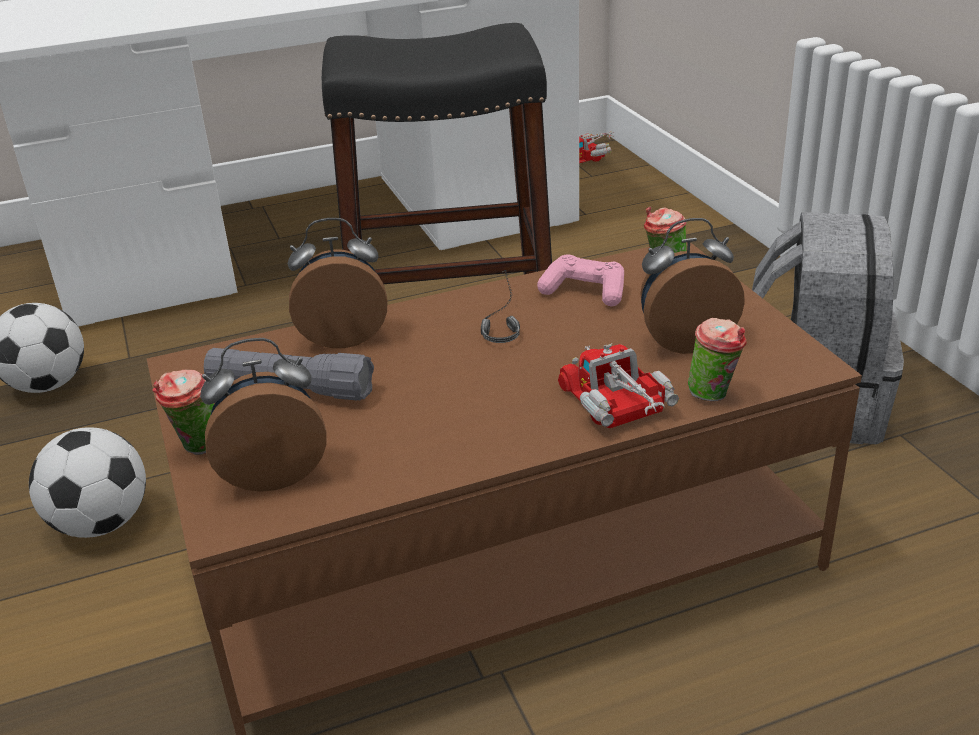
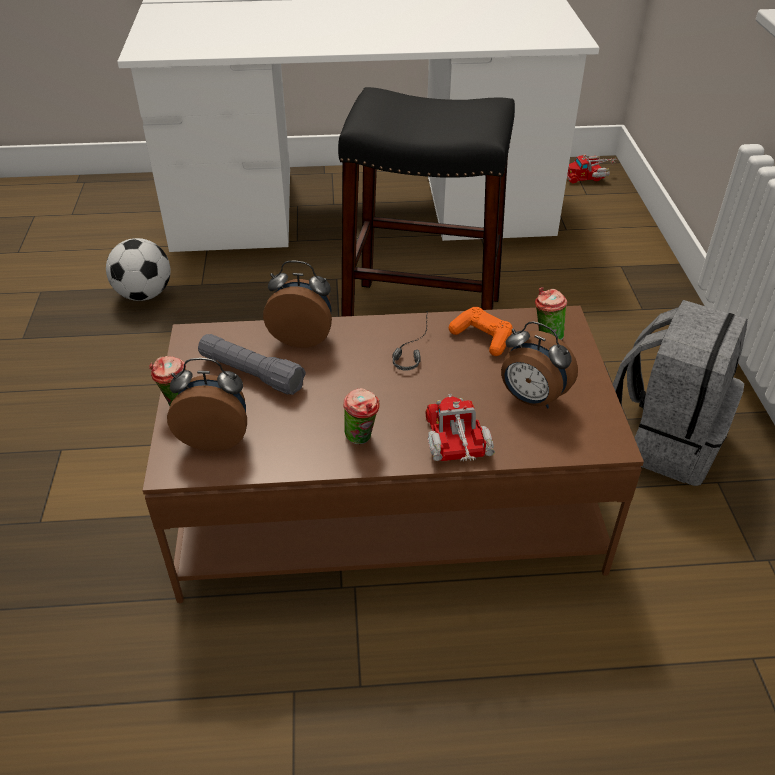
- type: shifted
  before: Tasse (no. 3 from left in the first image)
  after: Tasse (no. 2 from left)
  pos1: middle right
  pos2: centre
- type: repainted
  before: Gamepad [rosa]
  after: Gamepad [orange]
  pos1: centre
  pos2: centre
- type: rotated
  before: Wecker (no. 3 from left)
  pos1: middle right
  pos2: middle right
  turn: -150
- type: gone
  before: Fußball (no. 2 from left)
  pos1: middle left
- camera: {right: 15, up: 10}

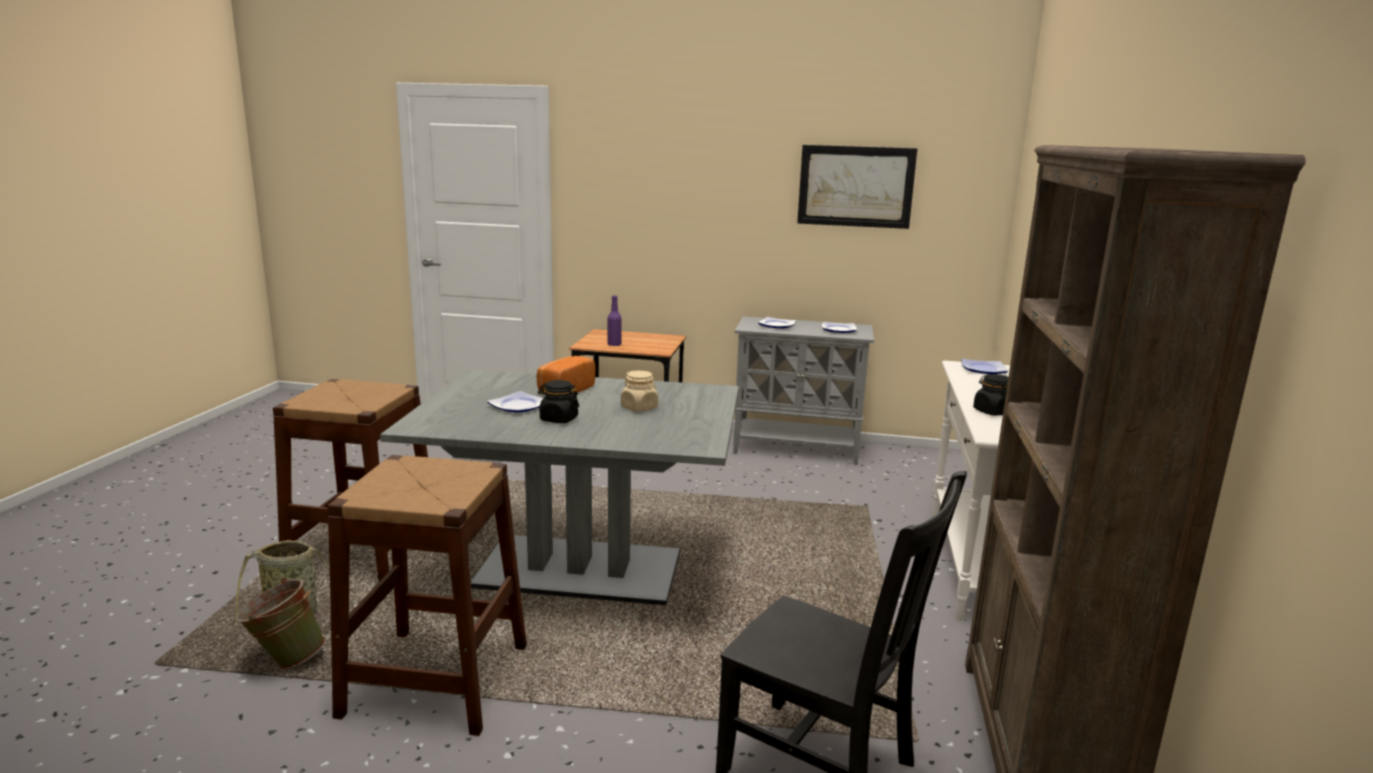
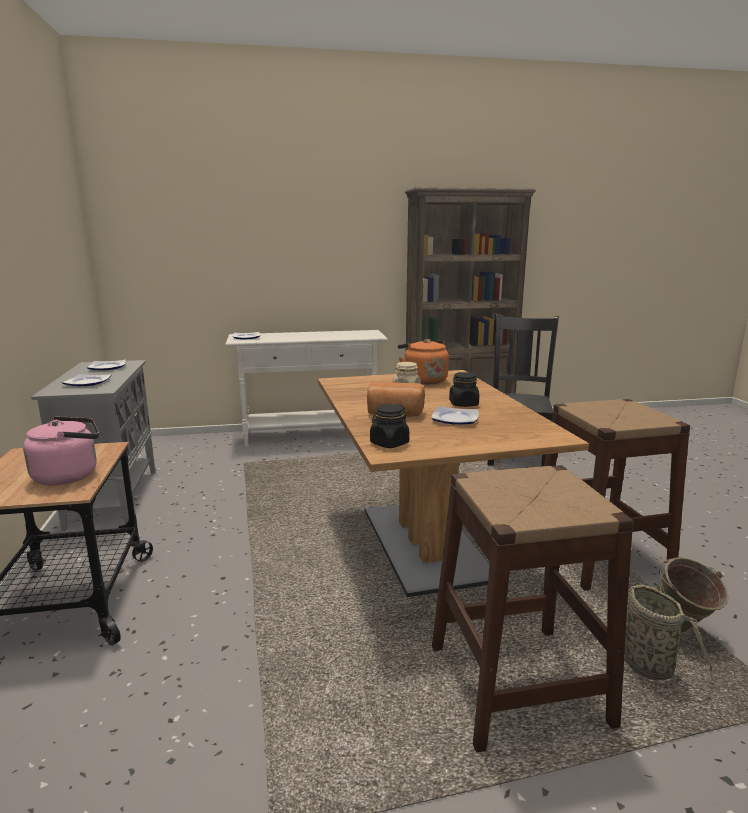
- type: swapped
  before: Flasche [lila]
  after: Wasserkessel [rosa]
  pos1: centre
  pos2: middle left
- type: repainted
  before: Esstisch [grau]
  after: Esstisch [braun]
  pos1: centre
  pos2: centre
- type: shifted
  before: Vorratsglas [schwarz] (no. 2 from left in the first image)
  after: Vorratsglas [schwarz] (no. 1 from left)
  pos1: middle right
  pos2: centre
- type: new
  after: Wasserkessel [orange]
  pos2: centre
- type: gone
  before: Bild
  pos1: top centre
- camera: {right: -110, up: 0}

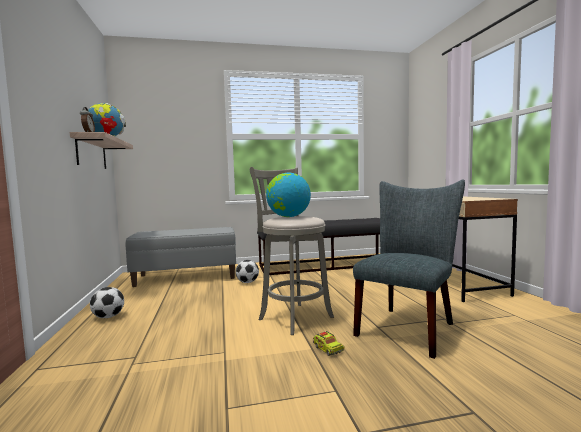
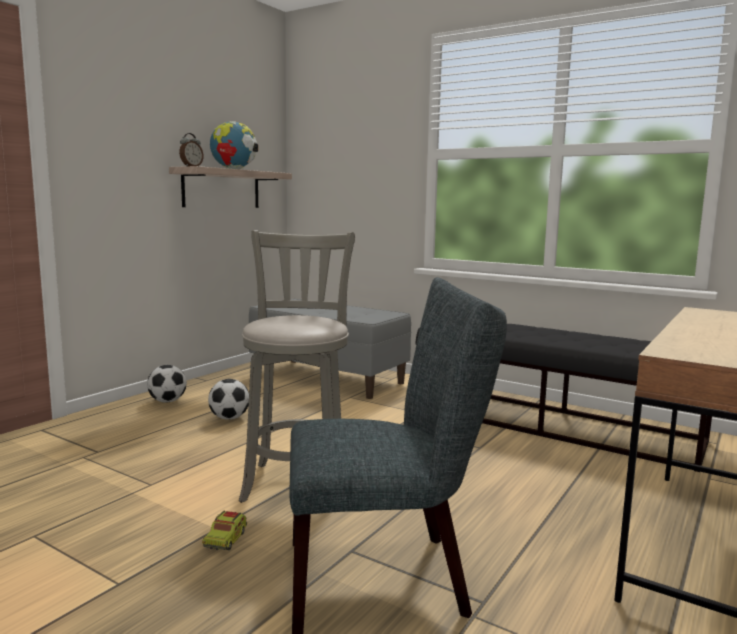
- type: shifted
  before: Fußball (no. 2 from left)
  pos1: centre
  pos2: middle left
- type: gone
  before: Globus (no. 2 from left)
  pos1: centre
- camera: {right: 45, up: 5}

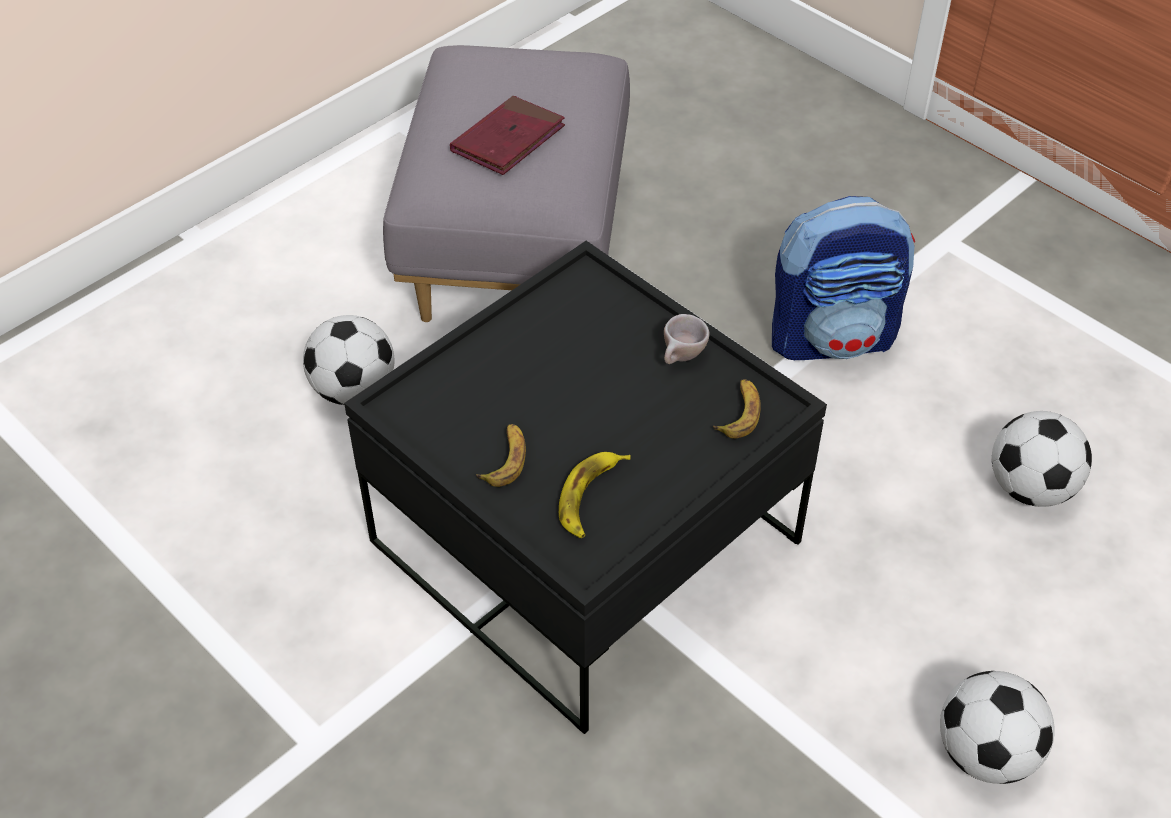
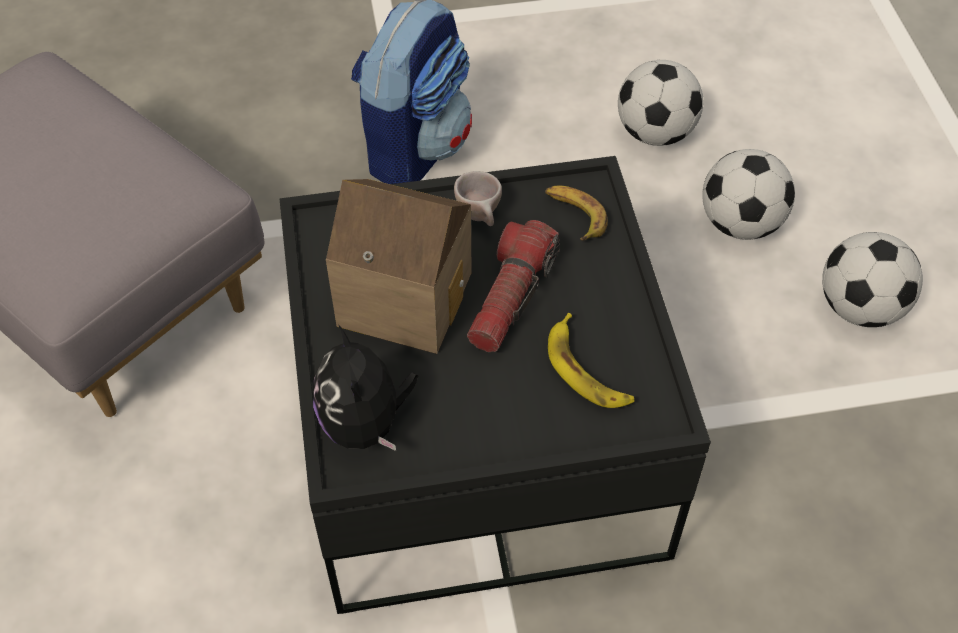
- type: new
  after: Plüschtier
  pos2: centre
- type: new
  after: Spielzeughaus
  pos2: centre
- type: new
  after: Taschenlampe
  pos2: centre
- type: shifted
  before: Fußball (no. 1 from left in the first image)
  after: Fußball (no. 2 from left)
  pos1: middle left
  pos2: top right
- type: gone
  before: Buch [rot]
  pos1: top centre
- type: gone
  before: Banane (no. 1 from left)
  pos1: centre
- camera: {right: -55, up: 5}

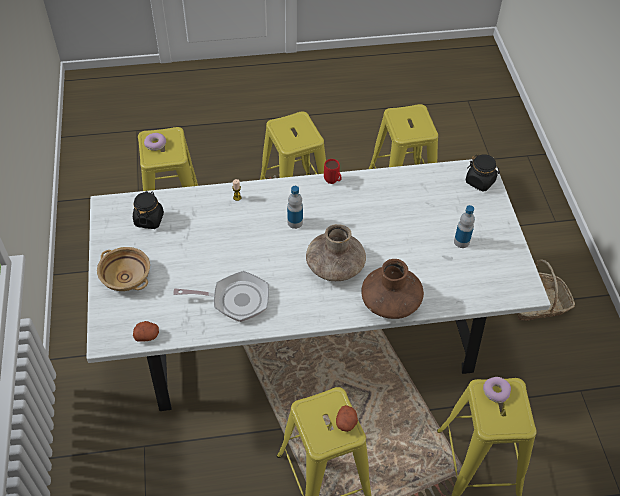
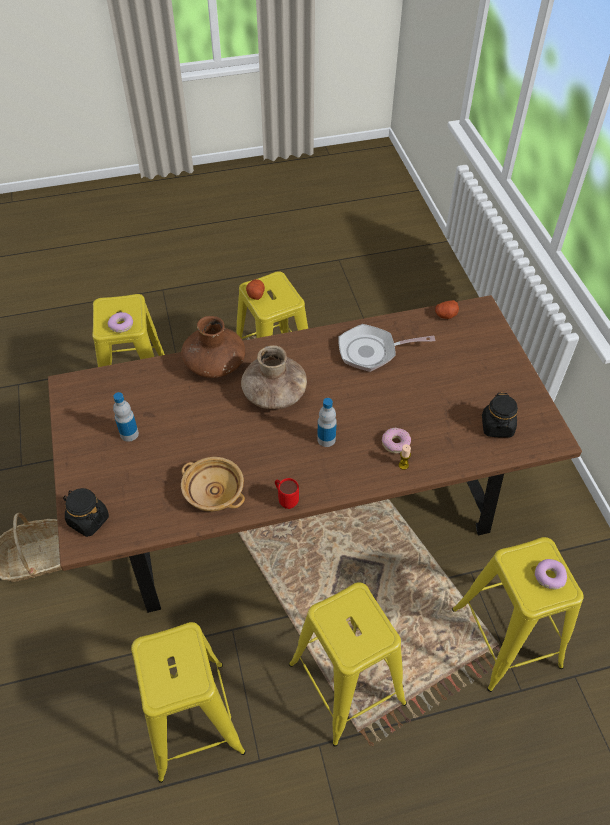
- type: repainted
  before: Esstisch [weiß]
  after: Esstisch [braun]
  pos1: centre
  pos2: centre
- type: shifted
  before: Schüssel [beige]
  pos1: middle left
  pos2: centre
- type: new
  after: Donut (no. 2 from left)
  pos2: centre
- camera: {right: 175, up: 0}

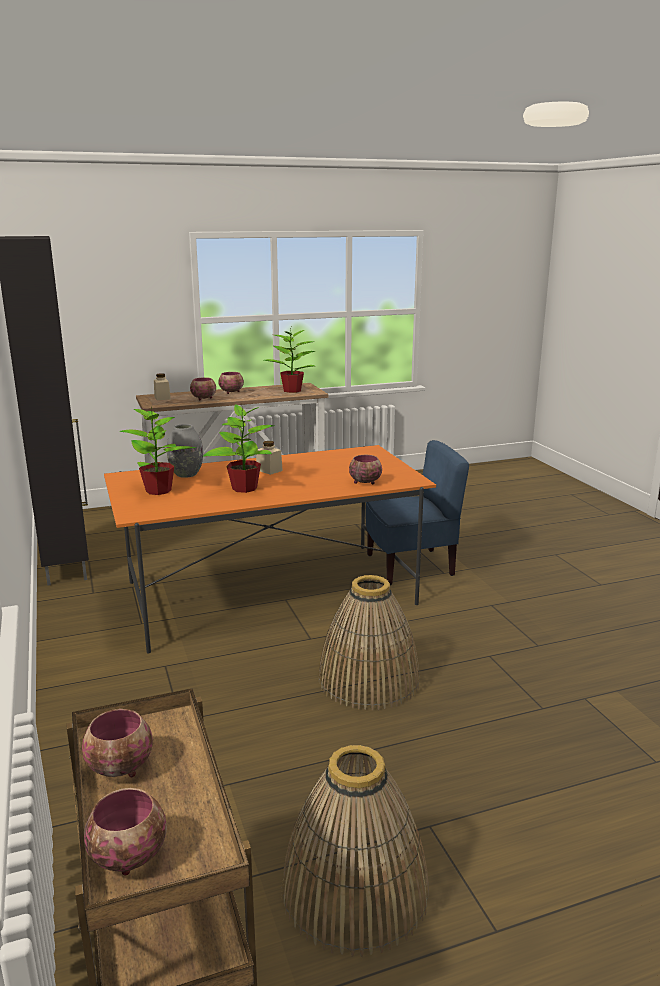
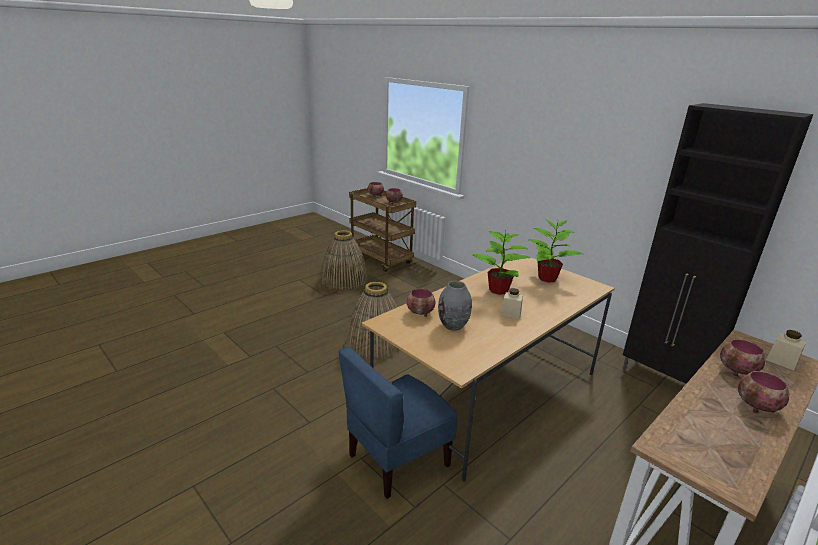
- type: repainted
  before: Esstisch [orange]
  after: Esstisch [beige]
  pos1: centre
  pos2: bottom centre
- type: shifted
  before: Vase [grau]
  pos1: middle left
  pos2: centre
- type: gone
  before: Topfpflanze (no. 3 from left)
  pos1: centre
- camera: {right: 155, up: 5}

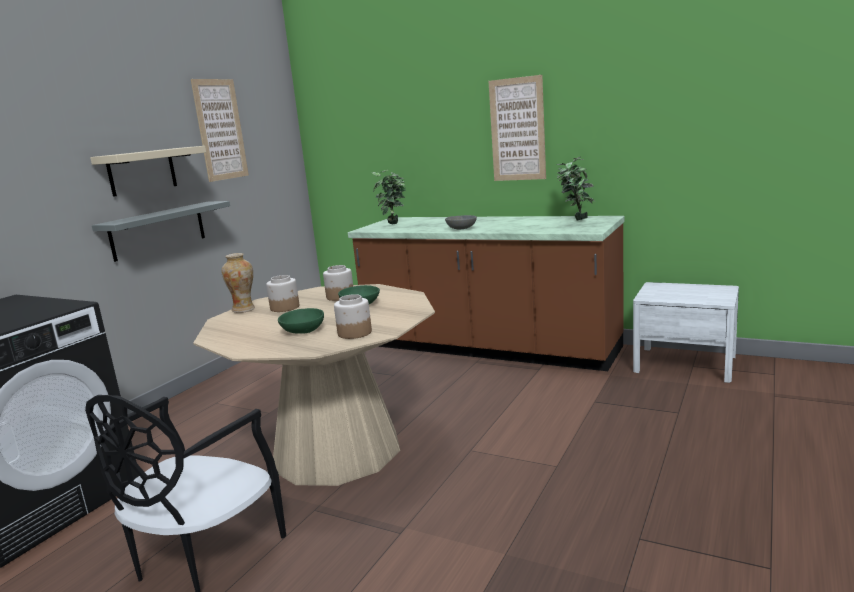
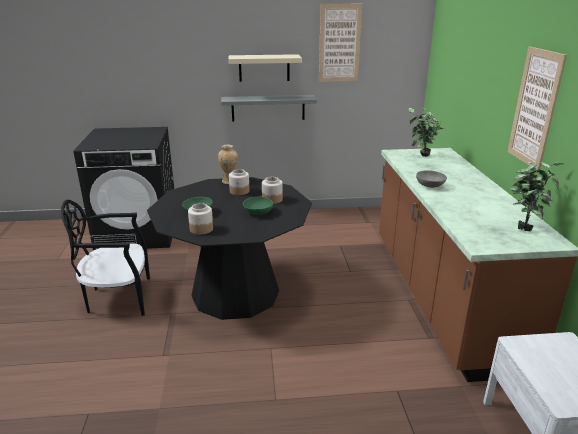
- type: repainted
  before: Esstisch [beige]
  after: Esstisch [schwarz]
  pos1: centre
  pos2: centre
- camera: {right: 55, up: 10}

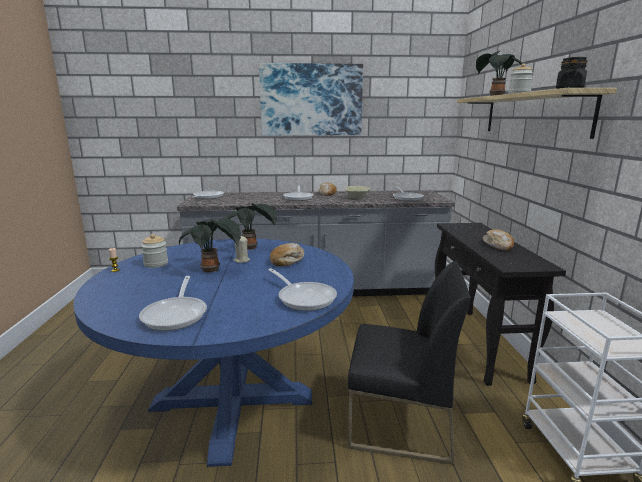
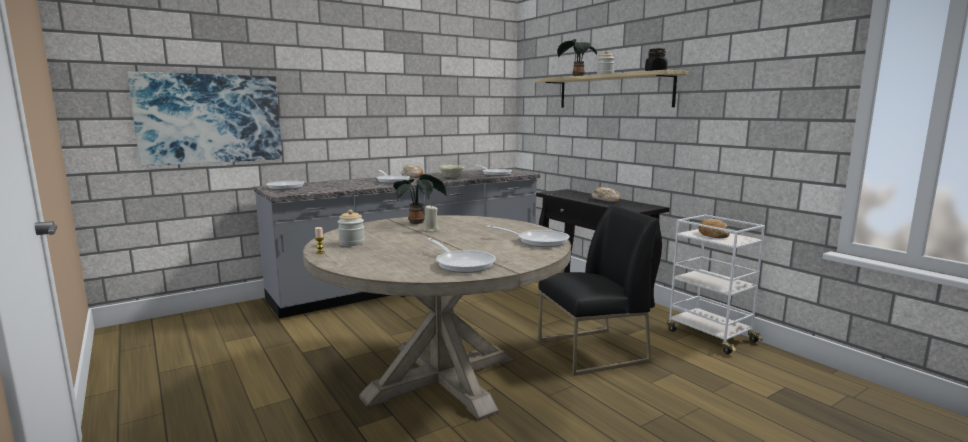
- type: shifted
  before: Bild
  pos1: top centre
  pos2: top left
- type: repainted
  before: Esstisch [blau]
  after: Esstisch [beige]
  pos1: bottom left
  pos2: bottom centre
- type: shifted
  before: Brot (no. 1 from left in the first image)
  after: Brot (no. 3 from left)
  pos1: centre
  pos2: middle right
- type: gone
  before: Topfpflanze (no. 1 from left)
  pos1: middle left
- camera: {right: -30, up: -5}

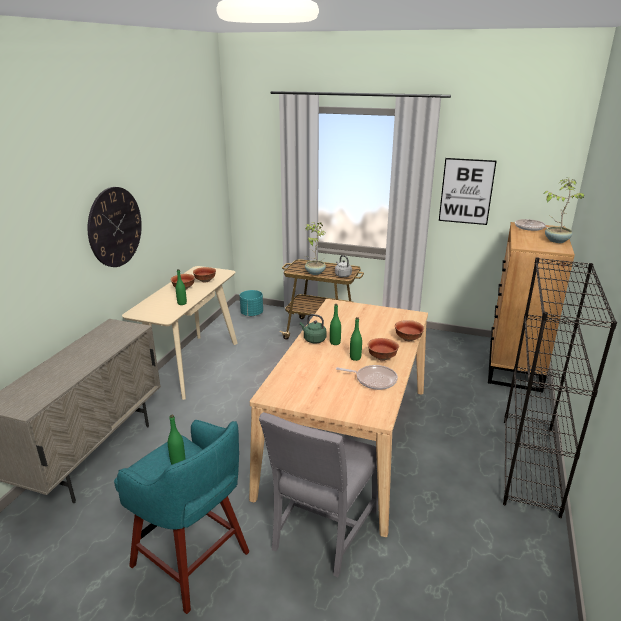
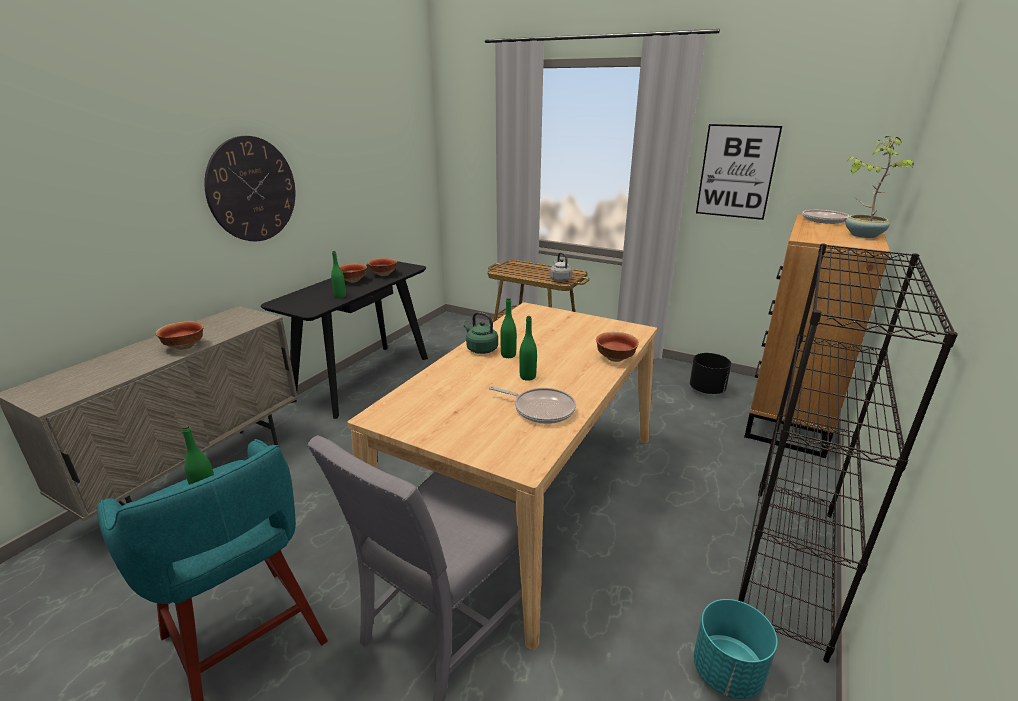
- type: shifted
  before: Schüssel (no. 3 from left in the first image)
  after: Schüssel (no. 1 from left)
  pos1: centre
  pos2: middle left
- type: repainted
  before: Konsolentisch [beige]
  after: Konsolentisch [schwarz]
  pos1: middle left
  pos2: centre
- type: new
  after: Pflanzkübel [schwarz]
  pos2: middle right
- type: shifted
  before: Pflanzkübel [türkis]
  pos1: centre
  pos2: bottom right
- type: gone
  before: Topfpflanze (no. 1 from left)
  pos1: centre
- camera: {right: 10, up: 0}

